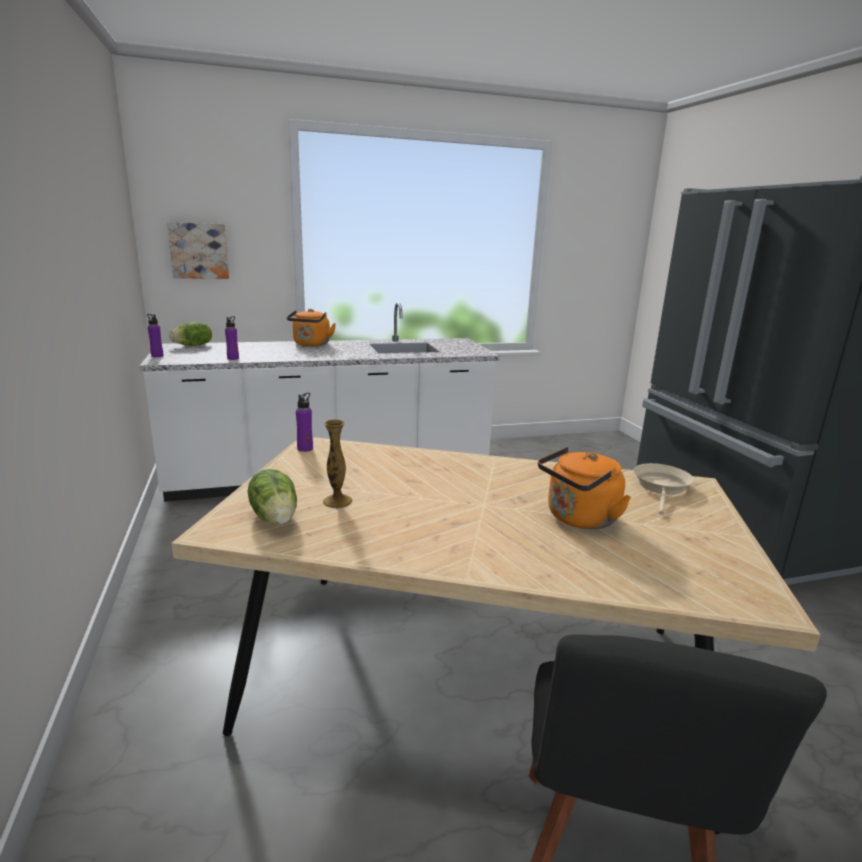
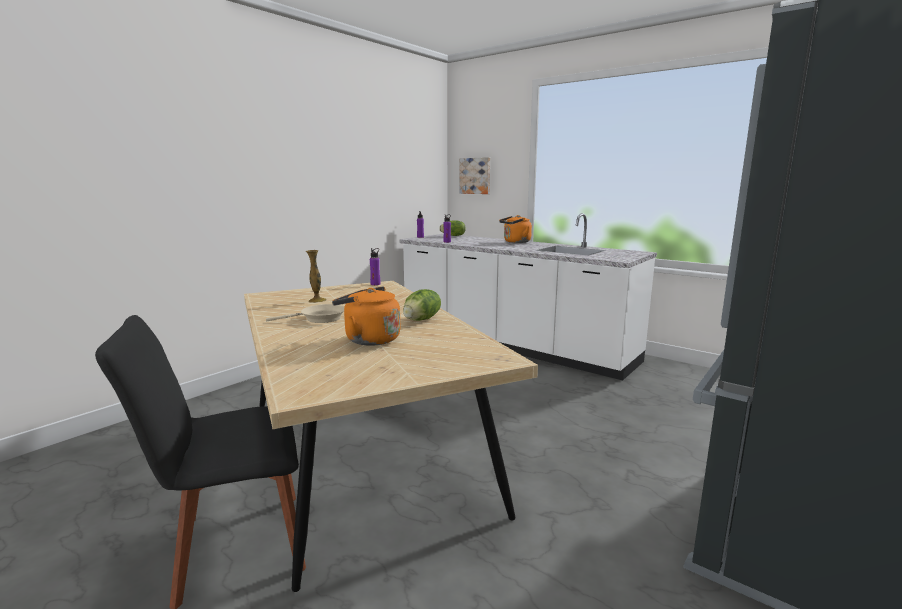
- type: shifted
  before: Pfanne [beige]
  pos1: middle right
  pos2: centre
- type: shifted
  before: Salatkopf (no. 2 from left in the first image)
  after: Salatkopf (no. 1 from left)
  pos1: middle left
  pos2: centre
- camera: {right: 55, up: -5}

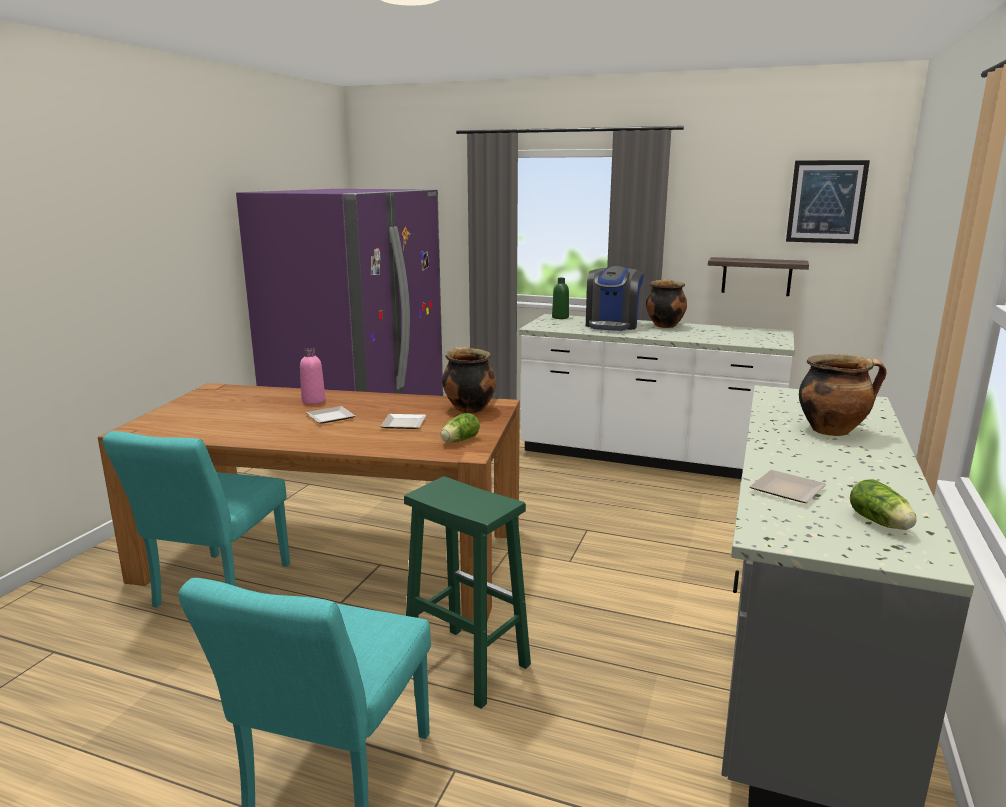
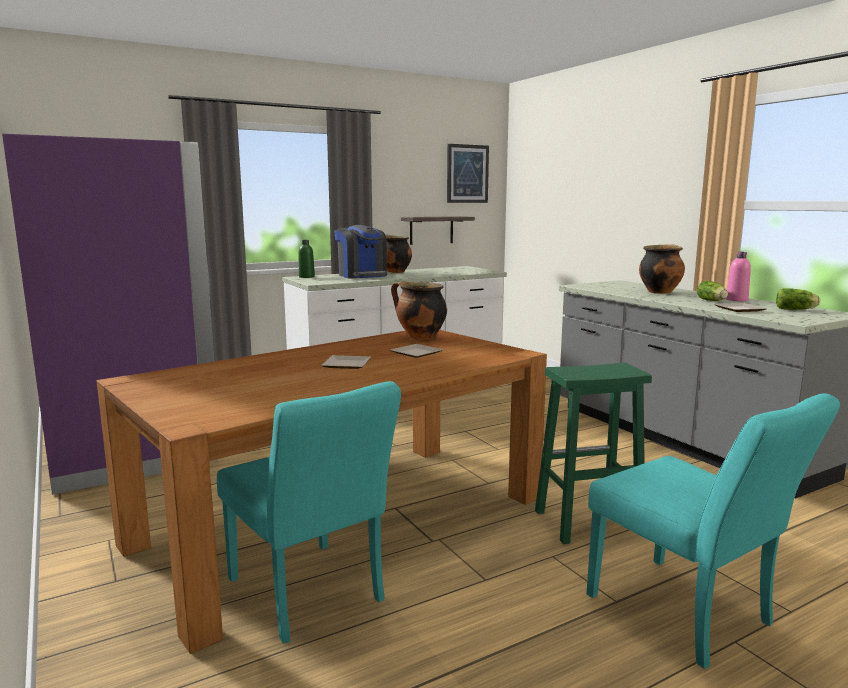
- type: shifted
  before: Salatkopf (no. 1 from left)
  pos1: centre
  pos2: middle right
- type: shifted
  before: Flasche [rosa]
  pos1: middle left
  pos2: middle right
- camera: {right: -50, up: -5}

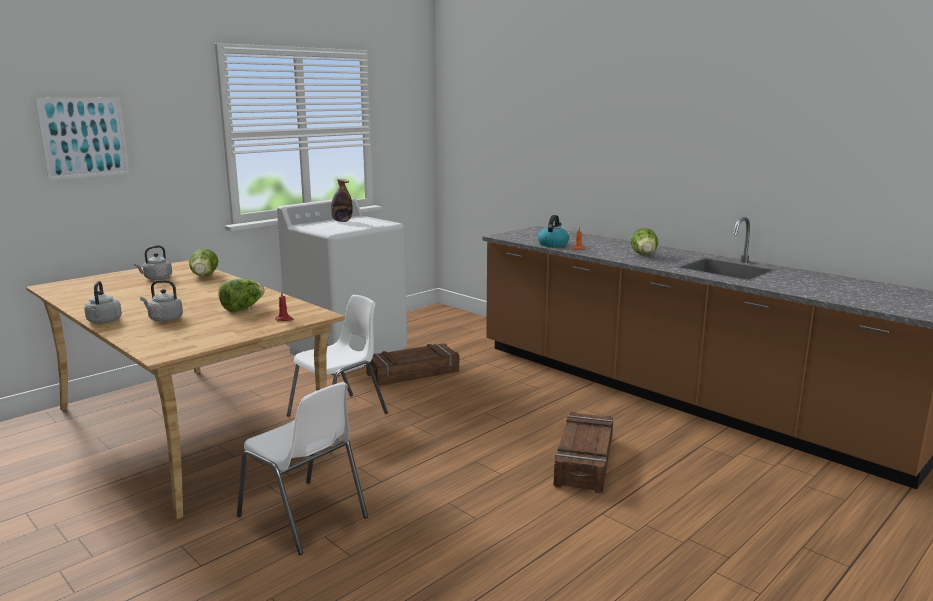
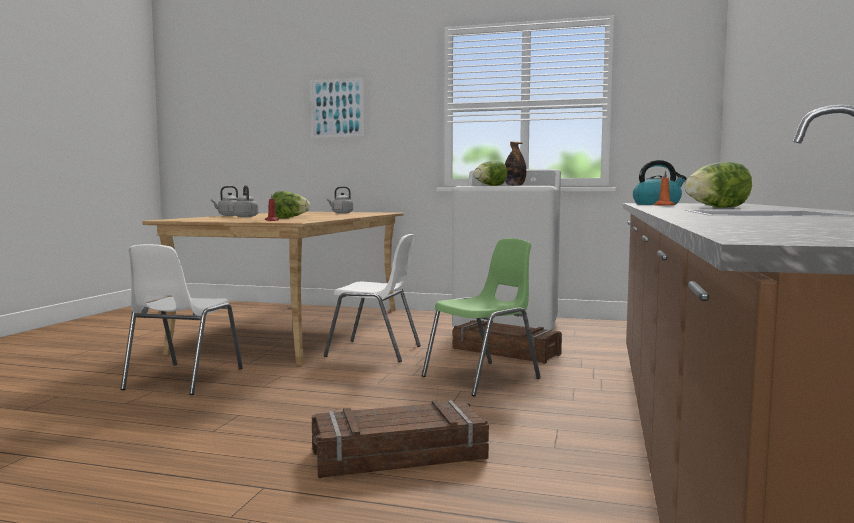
- type: new
  after: Stuhl [grün]
  pos2: centre
- type: shifted
  before: Salatkopf (no. 1 from left in the first image)
  after: Salatkopf (no. 2 from left)
  pos1: middle left
  pos2: top centre
- camera: {right: 60, up: -10}

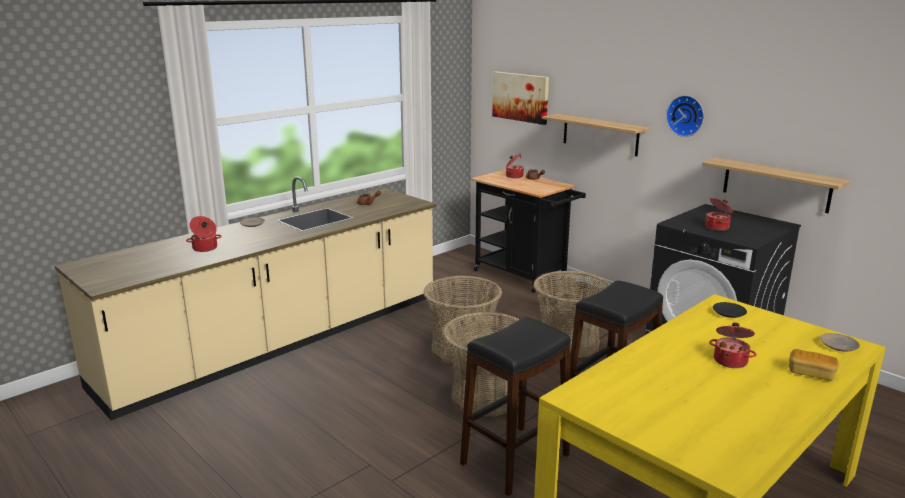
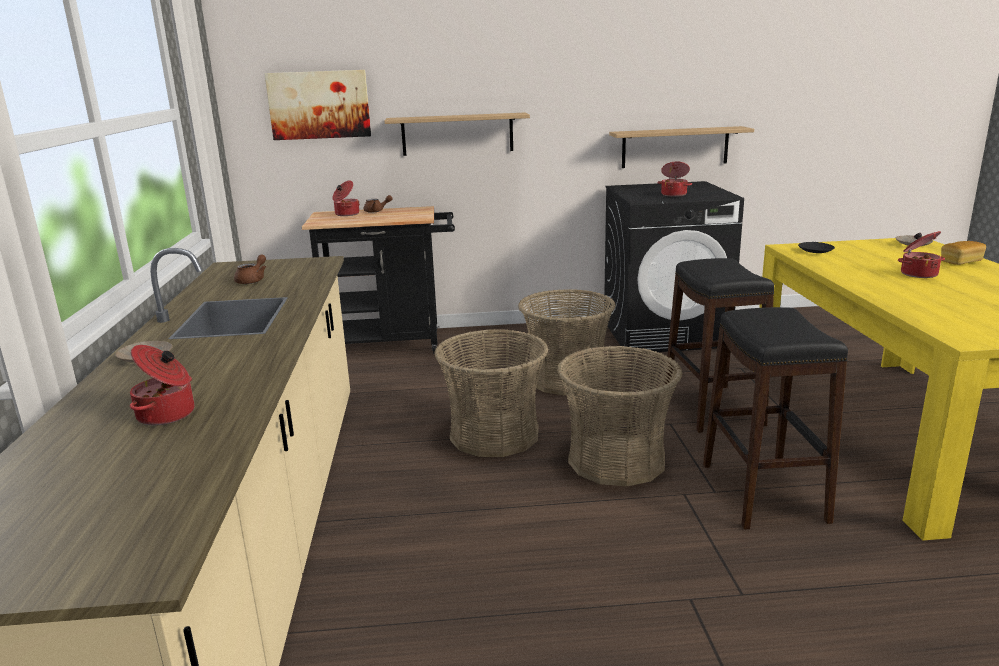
- type: gone
  before: Wanduhr
  pos1: top right
- camera: {right: -50, up: 0}

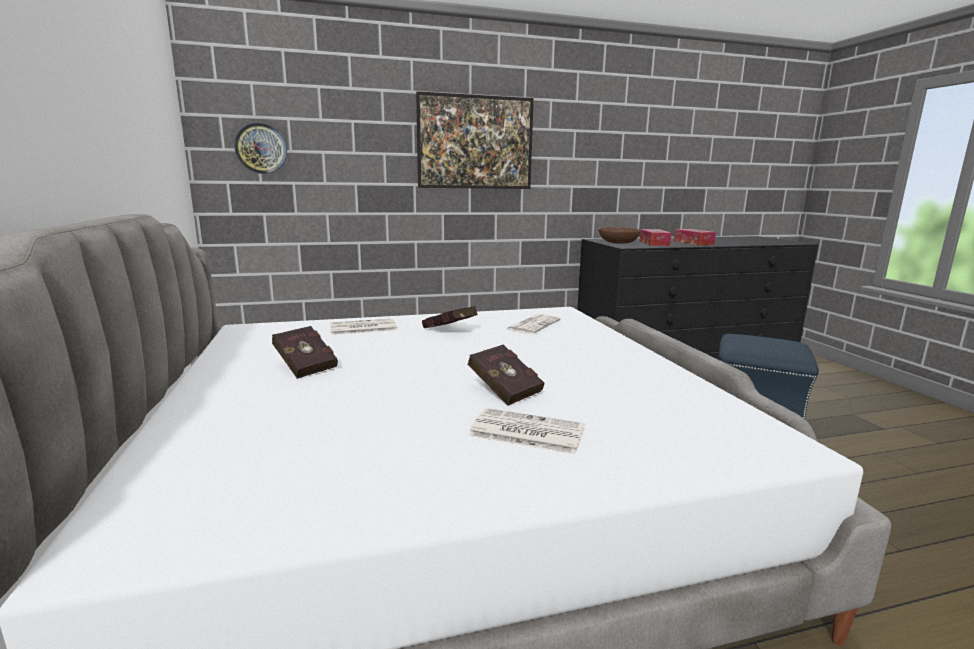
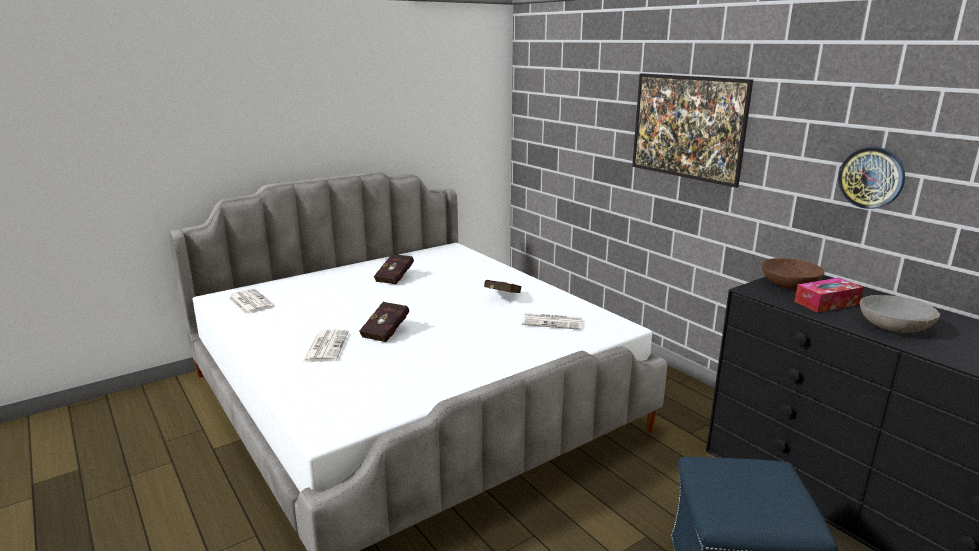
- type: shifted
  before: Zeitung (no. 1 from left)
  pos1: centre
  pos2: middle left
- type: shifted
  before: Wanduhr
  pos1: top left
  pos2: top right
- type: swapped
  before: Taschentuchbox (no. 2 from left)
  after: Schüssel [grau]
  pos1: middle right
  pos2: middle right
- camera: {right: 70, up: 5}

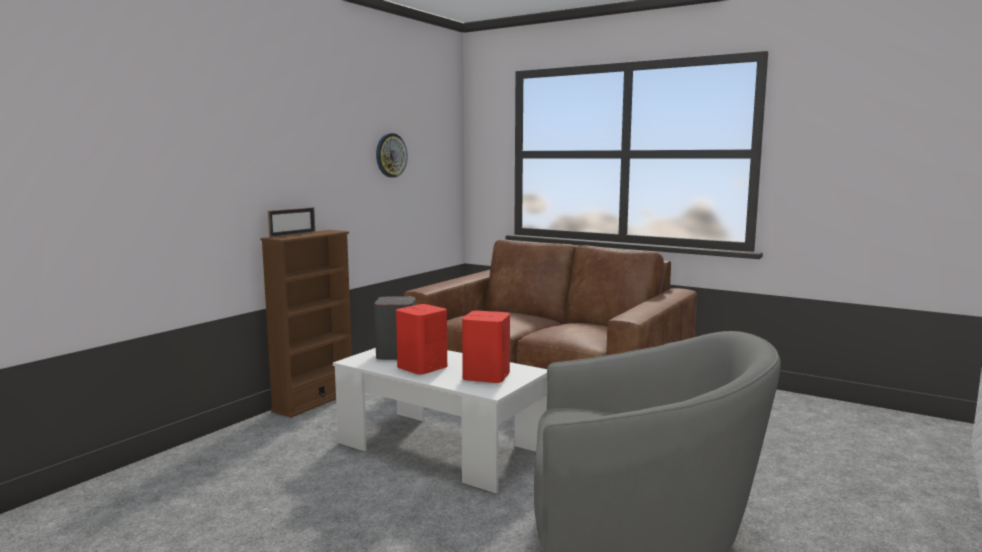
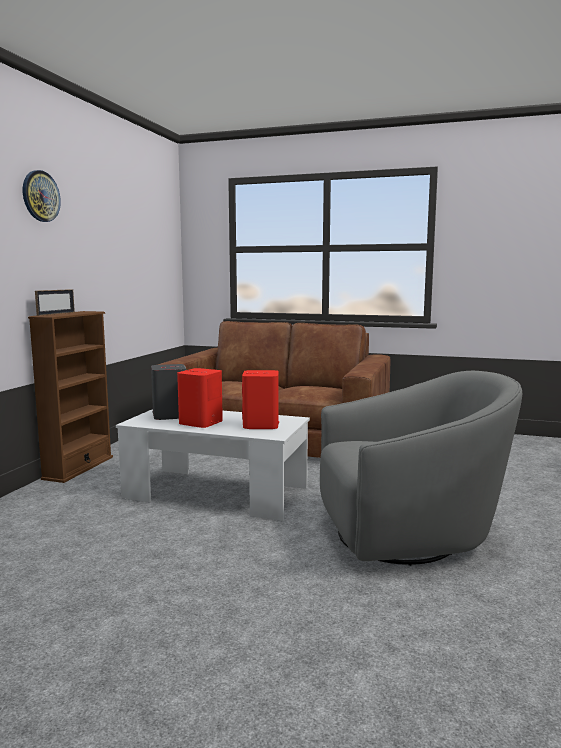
- type: shifted
  before: Wanduhr
  pos1: top centre
  pos2: top left
- camera: {right: -15, up: 0}

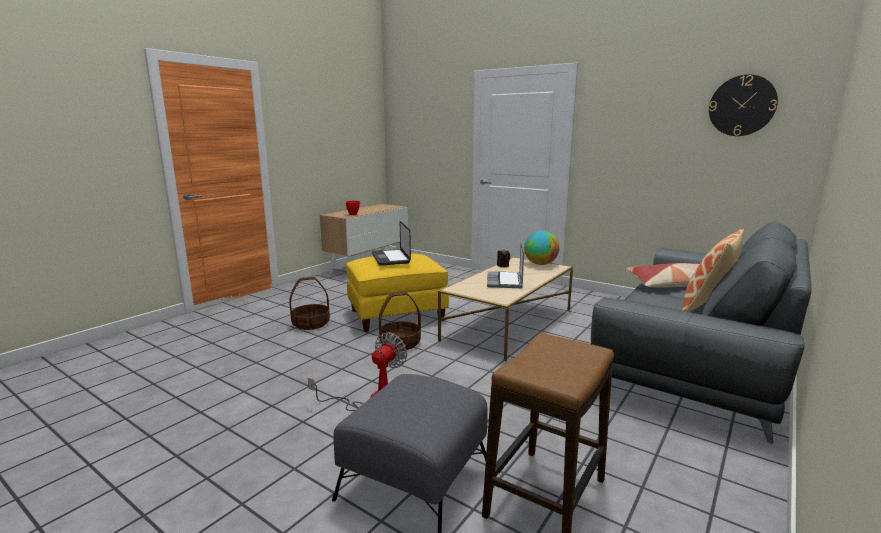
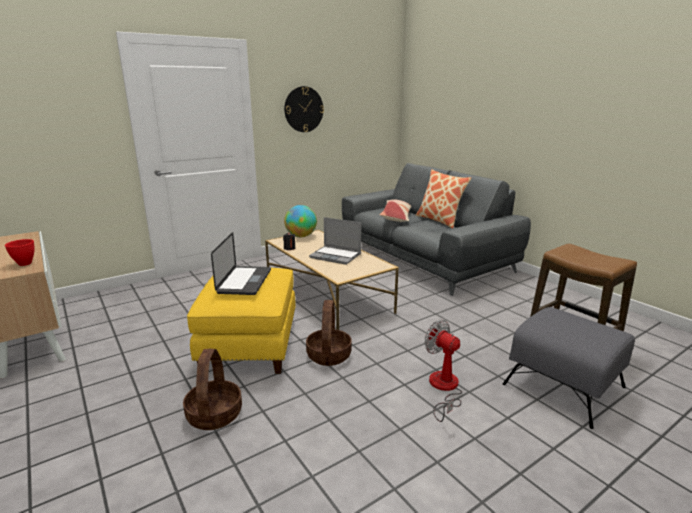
- type: rotated
  before: Laptop (no. 1 from left)
  pos1: centre
  pos2: centre
  turn: -90
- type: shifted
  before: Wanduhr
  pos1: top right
  pos2: top centre
- camera: {right: -70, up: 5}

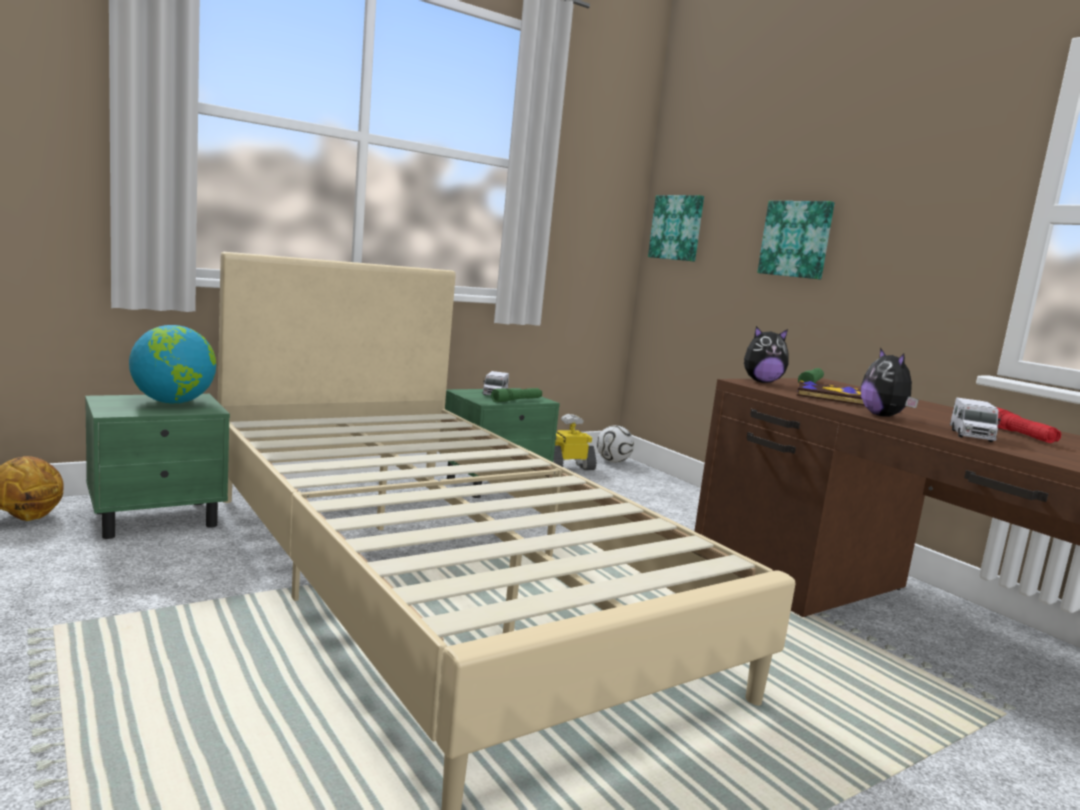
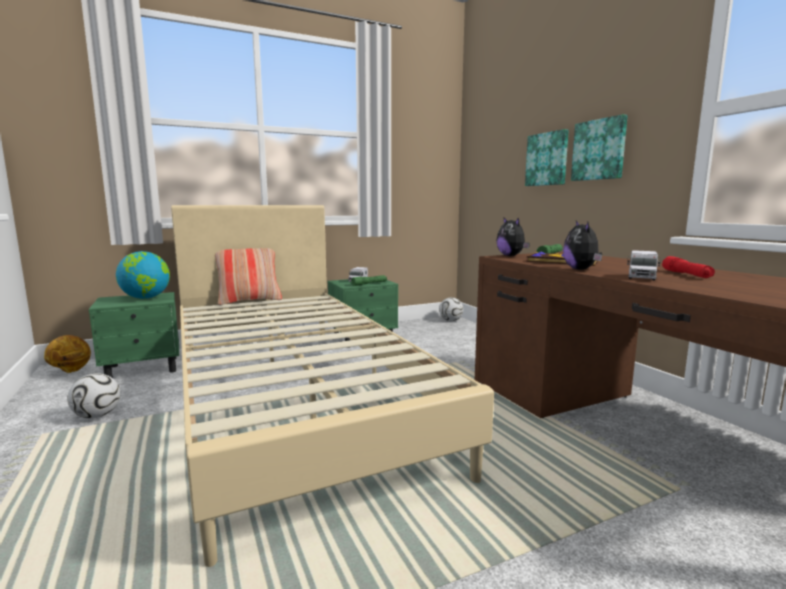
- type: new
  after: Fußball (no. 1 from left)
  pos2: bottom left
- type: new
  after: Kissen
  pos2: middle left
- type: rotated
  before: Plüschtier (no. 1 from left)
  pos1: middle right
  pos2: centre
  turn: 60
- type: shifted
  before: Bild (no. 1 from left in the first image)
  after: Bild (no. 2 from left)
  pos1: top centre
  pos2: top right
- type: gone
  before: Spielzeugroboter
  pos1: centre
- camera: {right: 10, up: 0}

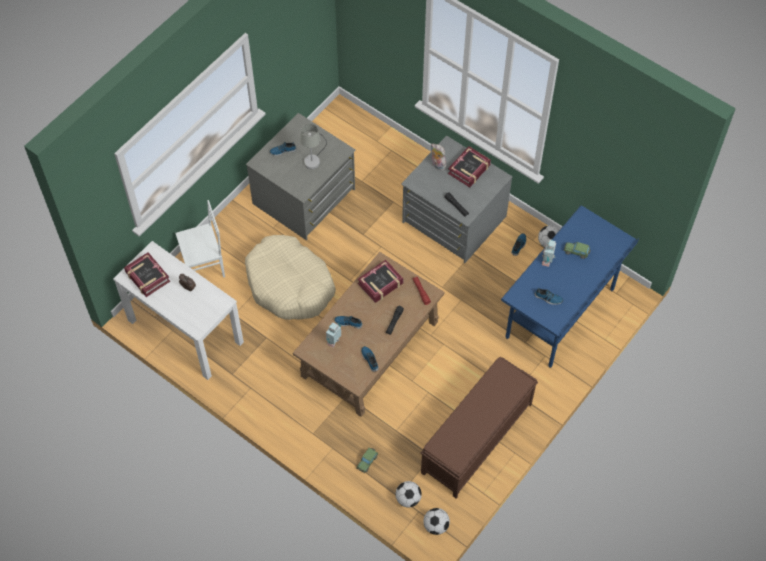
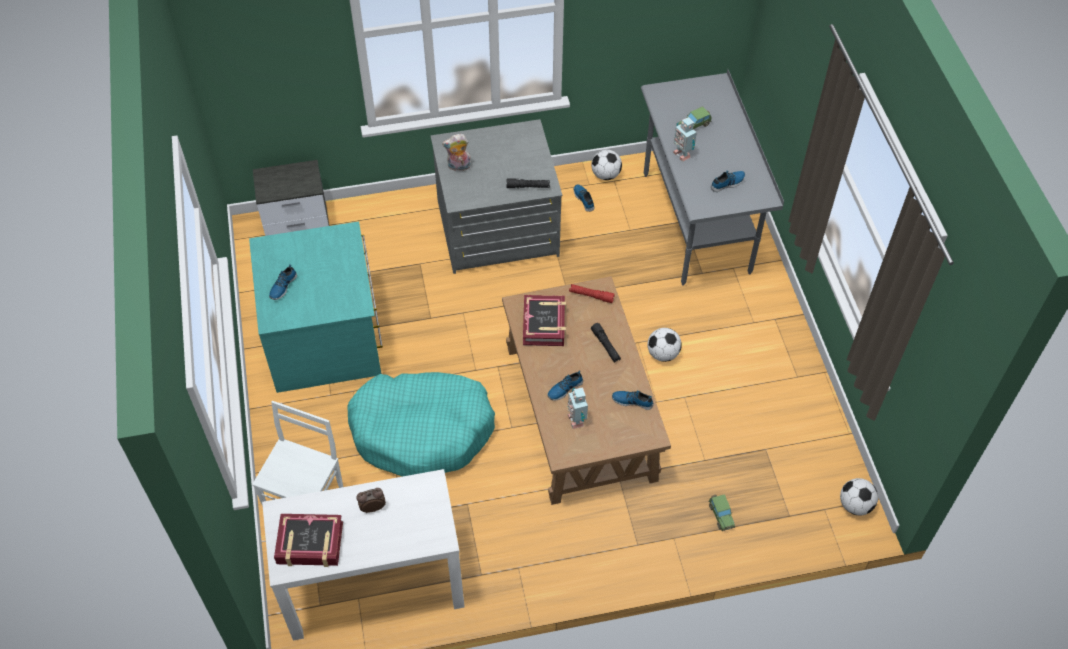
- type: repainted
  before: Kommode [grau] (no. 1 from left)
  after: Kommode [türkis]
  pos1: top centre
  pos2: middle left
- type: new
  after: Nachttisch
  pos2: top left
- type: repainted
  before: Hundebett [beige]
  after: Hundebett [türkis]
  pos1: centre
  pos2: centre
- type: repainted
  before: Schreibtisch [blau]
  after: Schreibtisch [grau]
  pos1: middle right
  pos2: top right
- type: shifted
  before: Fußball (no. 1 from left in the first image)
  after: Fußball (no. 2 from left)
  pos1: bottom centre
  pos2: centre
- type: gone
  before: Tischlampe [grau]
  pos1: top centre
- type: gone
  before: Bank [braun]
  pos1: bottom centre
- type: gone
  before: Buch (no. 3 from left)
  pos1: top centre
- camera: {right: -50, up: -5}

